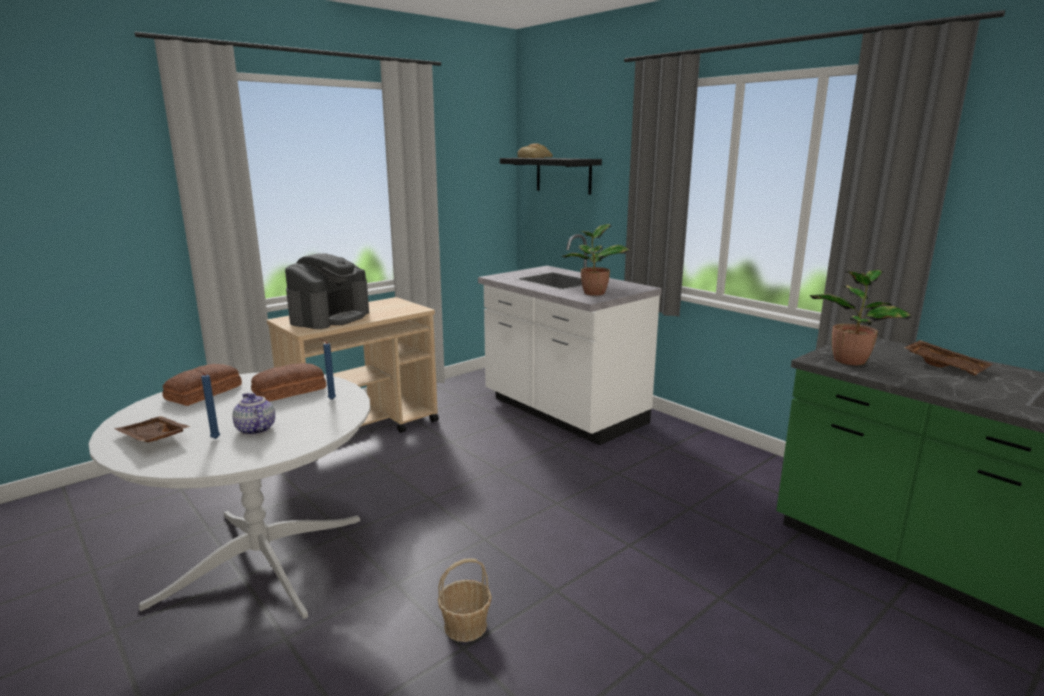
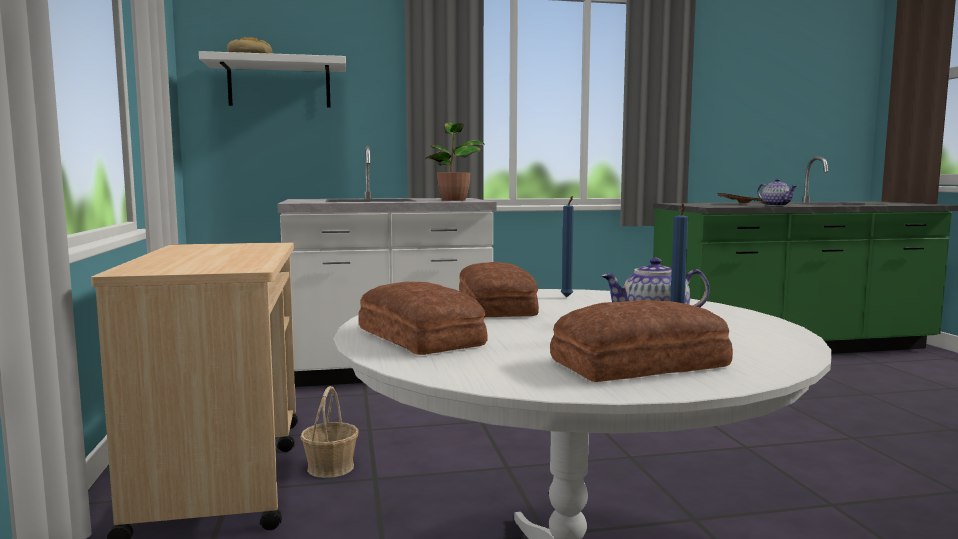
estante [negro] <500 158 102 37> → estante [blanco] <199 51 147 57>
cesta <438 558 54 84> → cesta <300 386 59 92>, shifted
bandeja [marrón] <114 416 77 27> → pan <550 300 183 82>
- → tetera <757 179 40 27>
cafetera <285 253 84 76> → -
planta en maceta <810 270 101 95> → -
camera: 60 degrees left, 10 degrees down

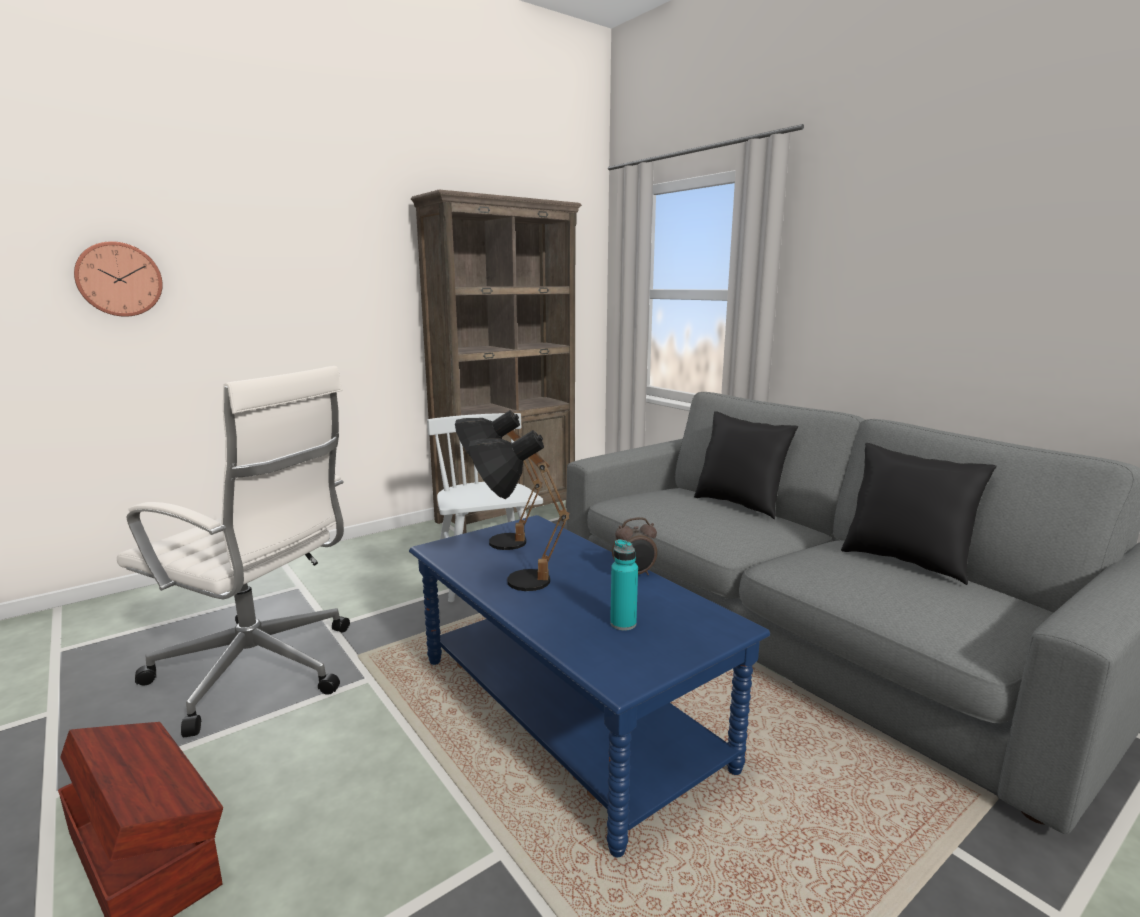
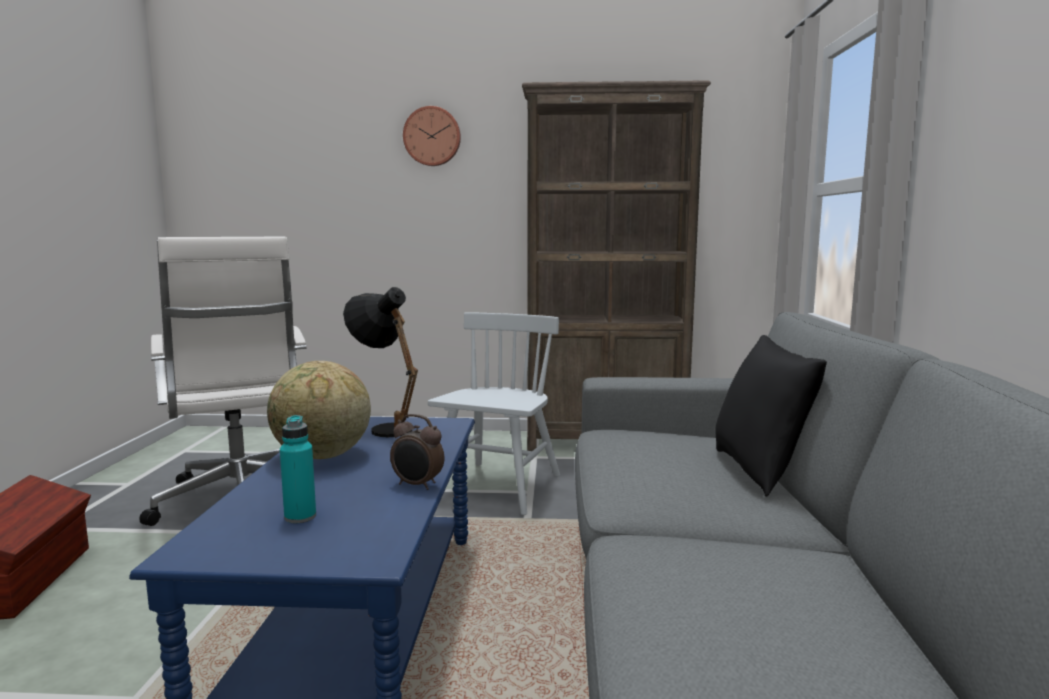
lámpara de mesa [negro] <469 430 101 161> → globo terráqueo <267 361 104 98>
reloj de pared <74 241 89 76> → reloj de pared <403 106 58 60>, shifted
cojín [negro] <841 443 156 142> → -
camera: 40 degrees right, 5 degrees down

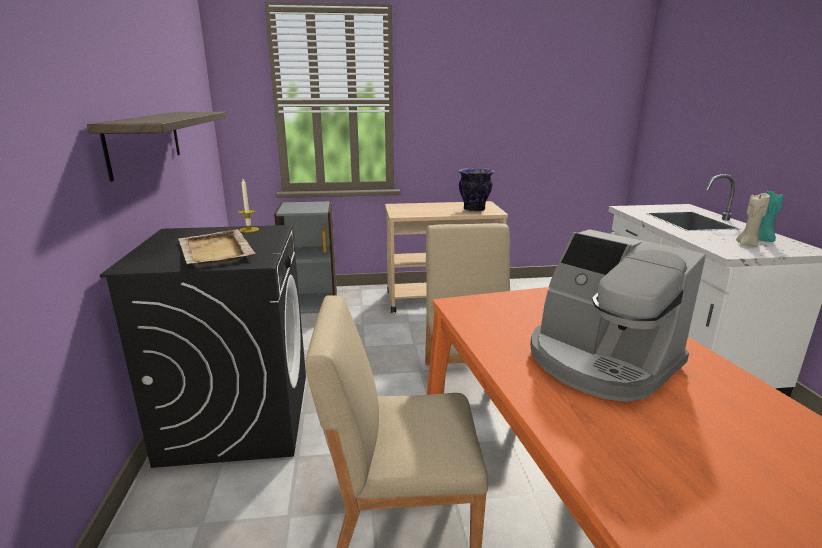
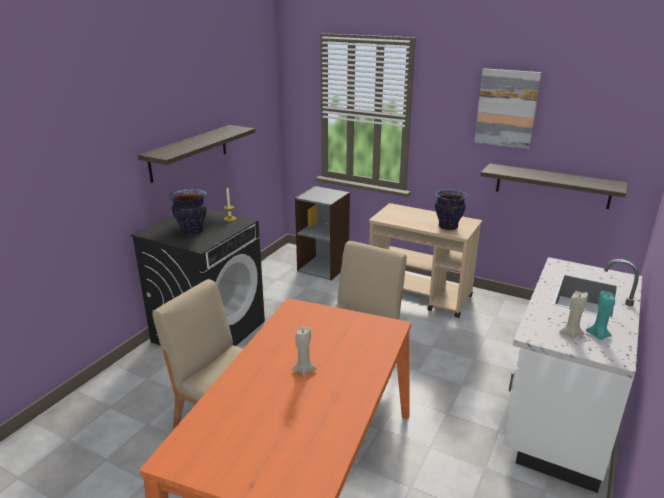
bandeja [beis] <179 229 77 36> → florero <169 189 38 47>
cafetera <530 229 176 173> → vela [beis] <292 326 25 50>
- → cuadro <474 68 68 81>
- → estante <481 163 147 46>
camera: 35 degrees right, 5 degrees up

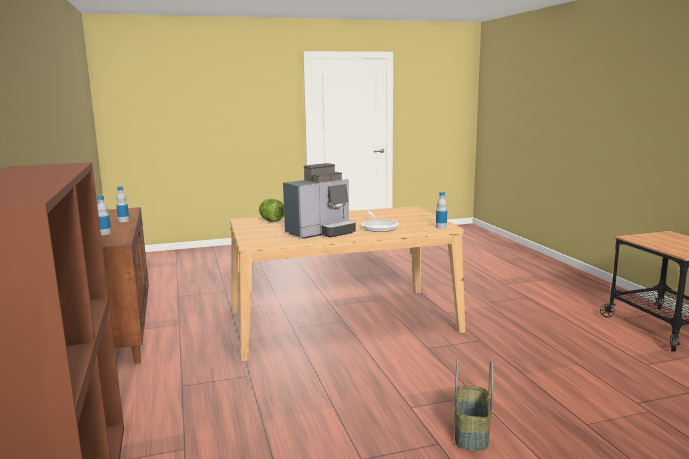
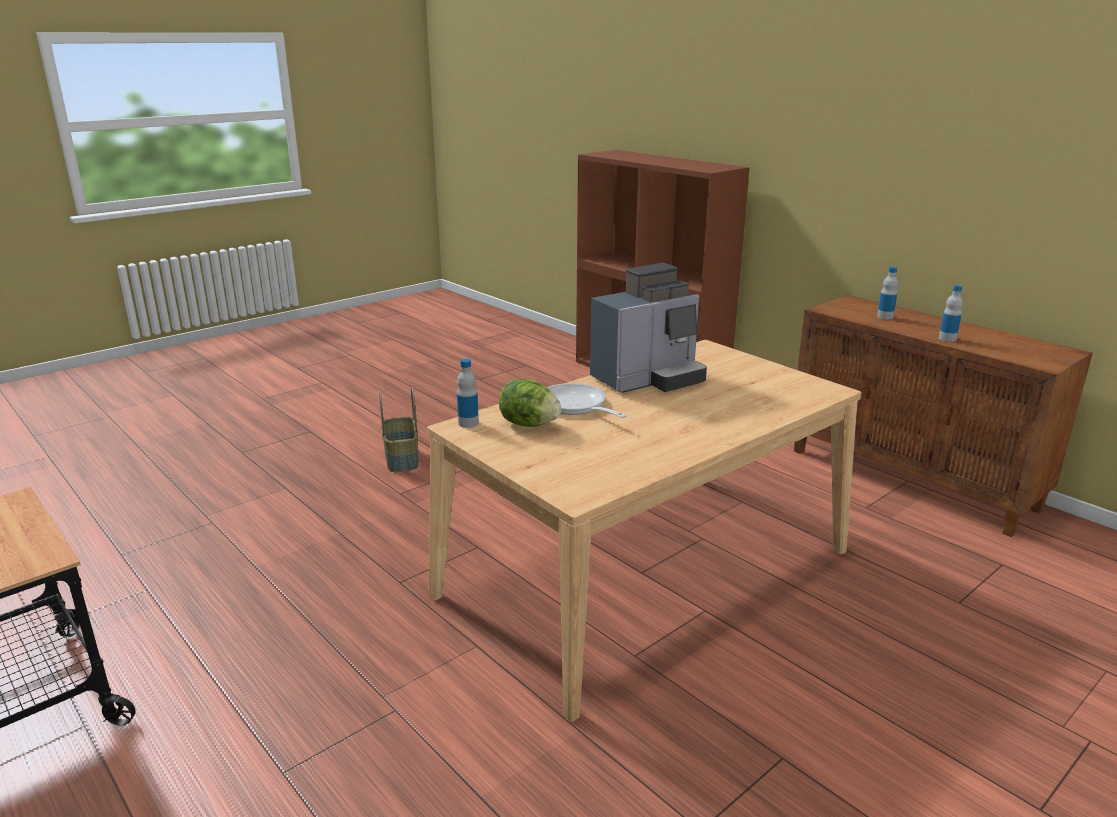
lechuga <259 199 25 23> → lechuga <499 379 62 48>, shifted
cafetera <283 163 73 76> → cafetera <590 263 117 130>, 150 degrees counterclockwise
camera: 155 degrees right, 10 degrees up

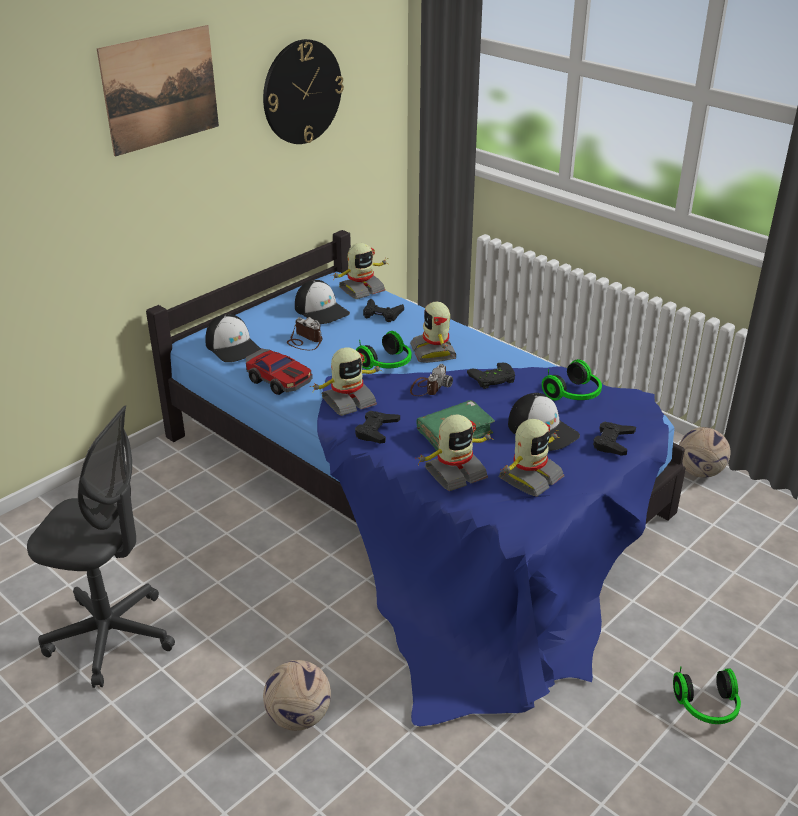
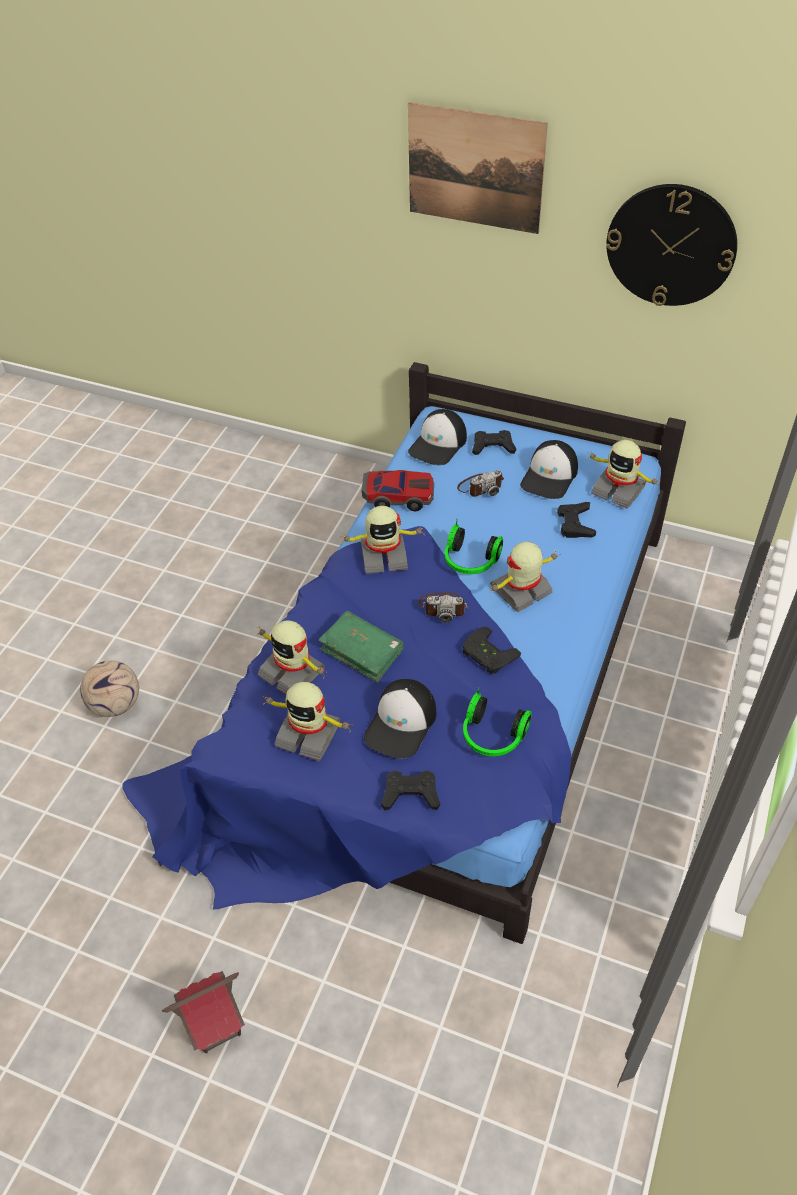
auriculares <673 666 68 58> → casita <162 971 83 82>
robot de juguete <310 347 73 69> → robot de juguete <340 506 84 68>, 45 degrees counterclockwise
coche de juguete <246 349 67 46> → coche de juguete <362 470 72 41>, 105 degrees counterclockwise
cámara <287 317 36 33> → cámara <457 470 47 27>, 45 degrees clockwise
mando de consola [negro] <355 411 45 32> → mando de consola [negro] <472 430 44 25>, shifted
silla de oficina [gris] <27 406 148 282> → -
balón de fútbol <679 427 51 51> → -
camera: 70 degrees right, 15 degrees up

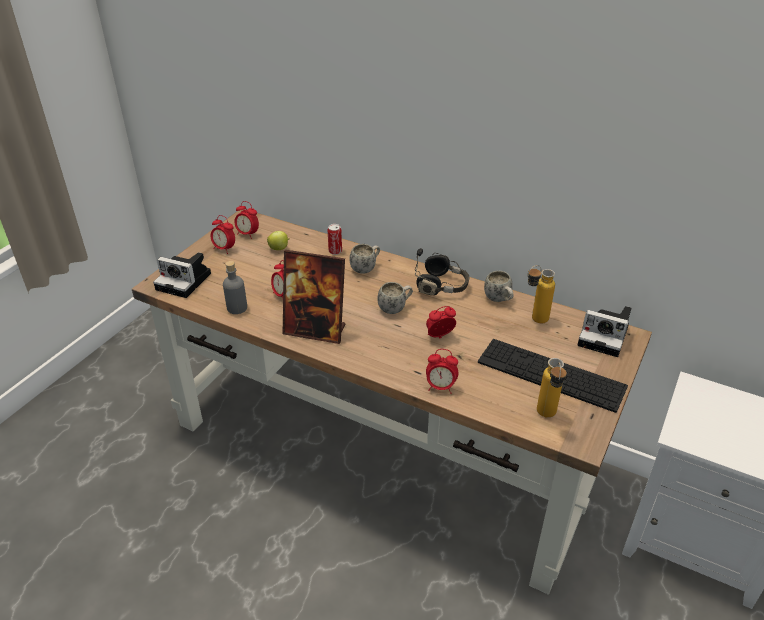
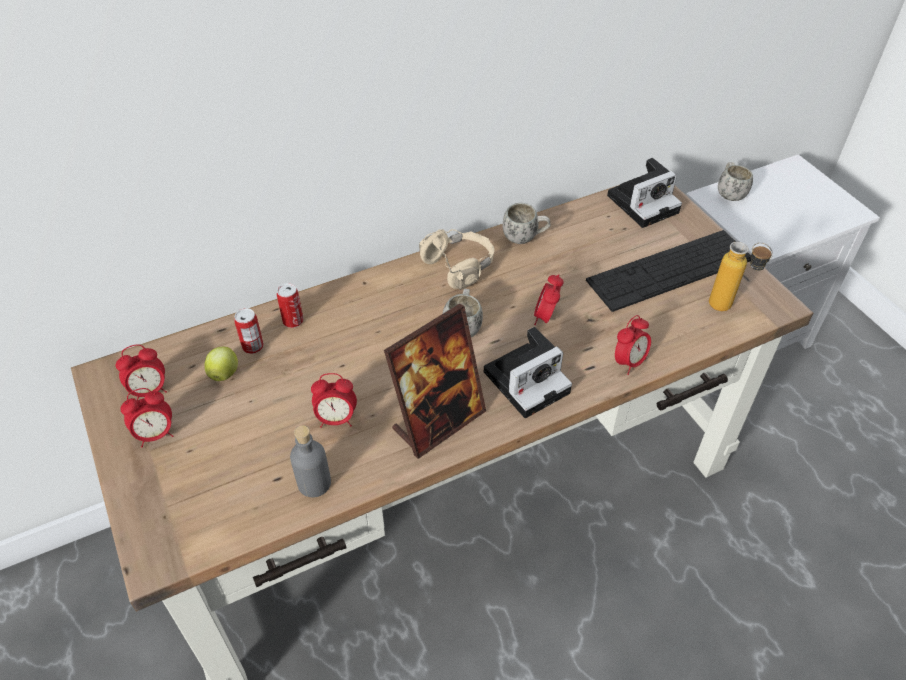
- → lata <234 308 30 46>
auriculares [negro] <415 248 55 47> → auriculares [beis] <419 229 76 61>
cámara <153 252 58 46> → cámara <484 327 88 91>, shifted
taza grande [blanco] <350 244 30 30> → taza grande [blanco] <718 162 35 39>, shifted
botella <528 265 27 58> → -
camera: 55 degrees left, 10 degrees up

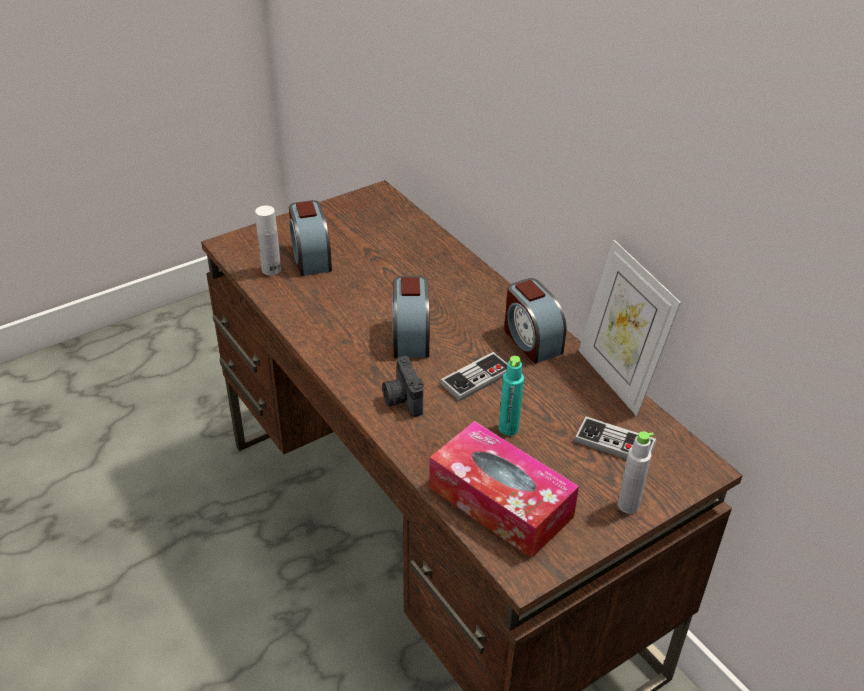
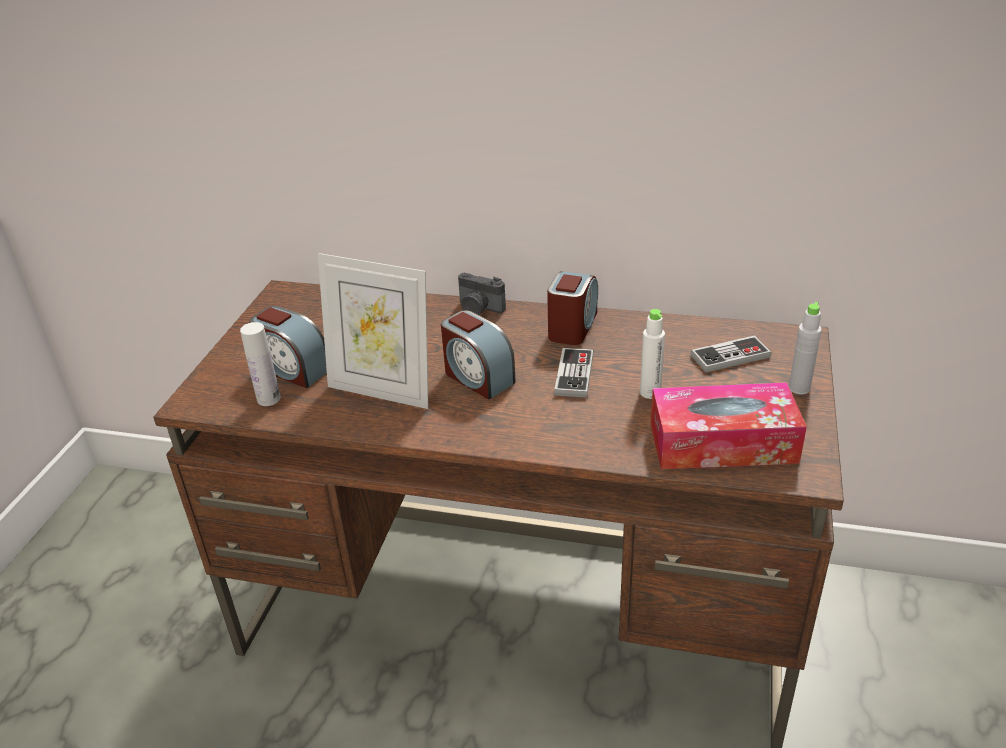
portarretratos <578 240 103 176> → portarretratos <318 253 111 156>, shifted
cámara <382 356 42 61> → cámara <458 273 48 42>, shifted
despertador <504 278 63 86> → despertador <547 271 51 74>, 90 degrees counterclockwise
botella [turquesa] <499 356 25 80> → botella [blanco] <640 309 25 90>
camera: 40 degrees left, 5 degrees down

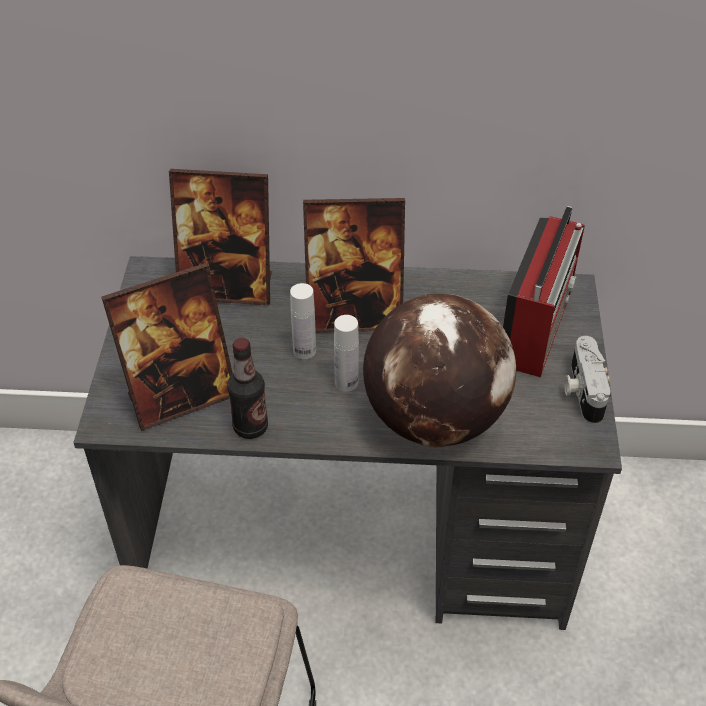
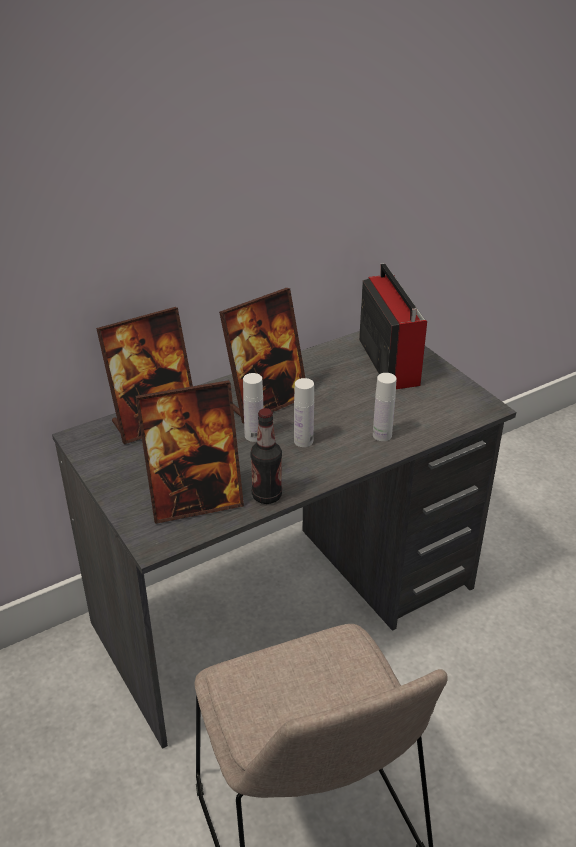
portarretratos <102 263 131 168> → portarretratos <135 380 109 144>, 45 degrees clockwise
globo terráqueo <363 293 153 154> → botella [blanco] <373 373 24 68>
cámara <564 336 47 89> → -
camera: 35 degrees left, 10 degrees down

